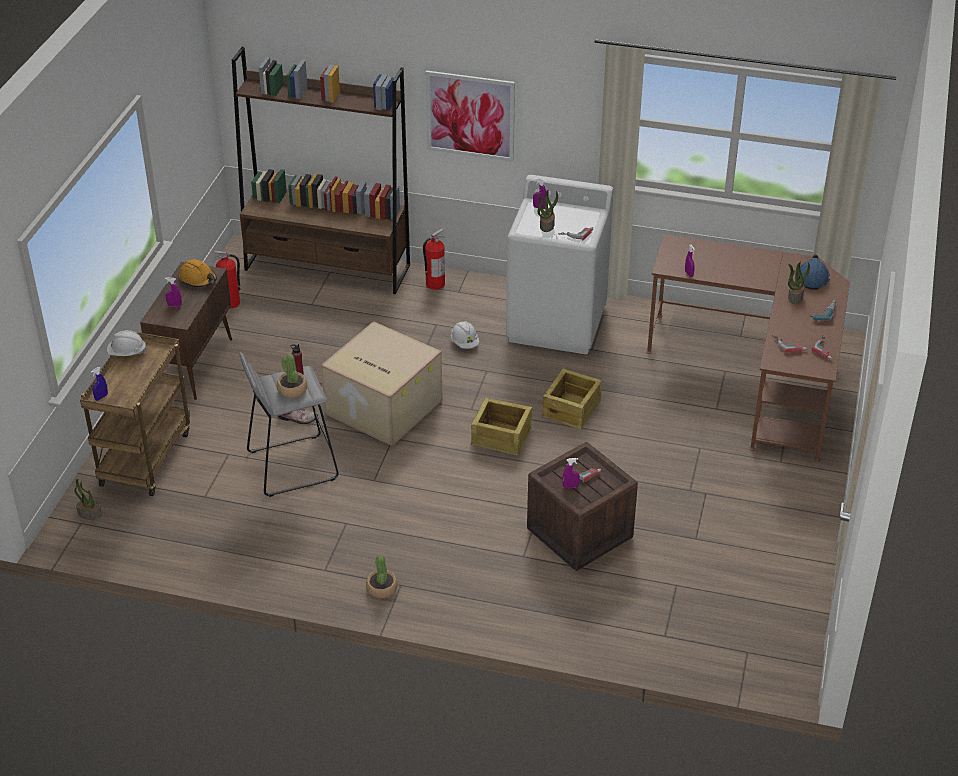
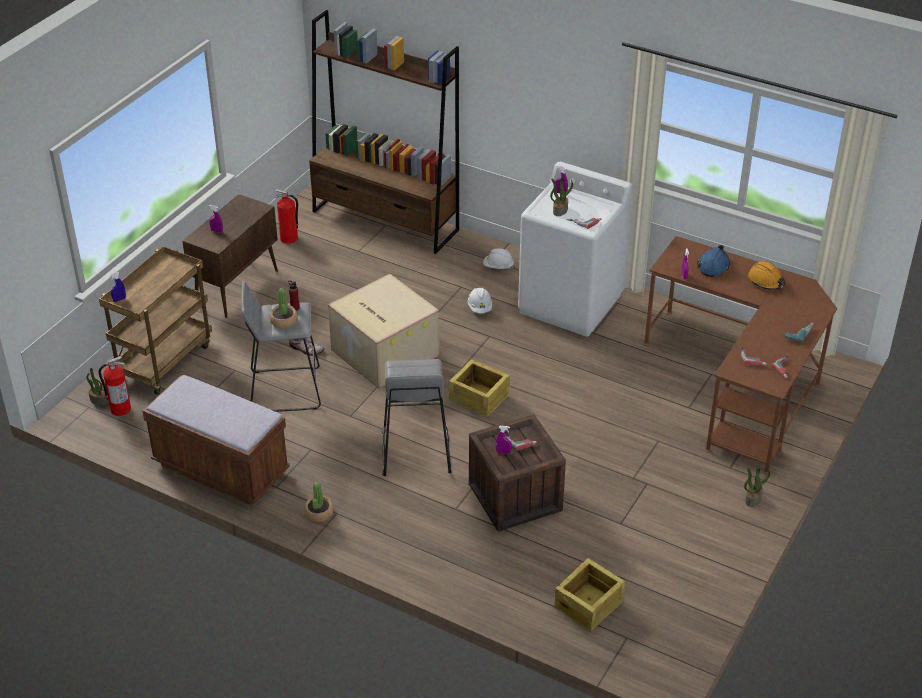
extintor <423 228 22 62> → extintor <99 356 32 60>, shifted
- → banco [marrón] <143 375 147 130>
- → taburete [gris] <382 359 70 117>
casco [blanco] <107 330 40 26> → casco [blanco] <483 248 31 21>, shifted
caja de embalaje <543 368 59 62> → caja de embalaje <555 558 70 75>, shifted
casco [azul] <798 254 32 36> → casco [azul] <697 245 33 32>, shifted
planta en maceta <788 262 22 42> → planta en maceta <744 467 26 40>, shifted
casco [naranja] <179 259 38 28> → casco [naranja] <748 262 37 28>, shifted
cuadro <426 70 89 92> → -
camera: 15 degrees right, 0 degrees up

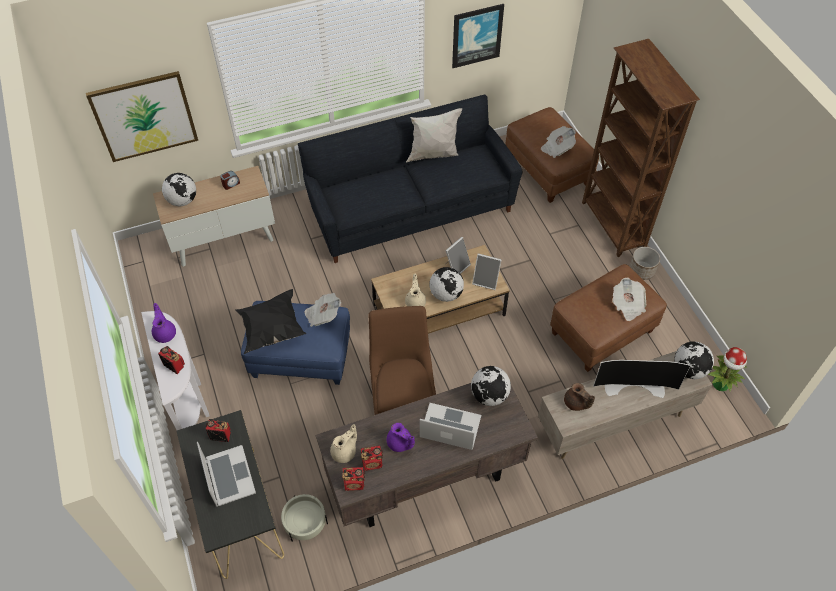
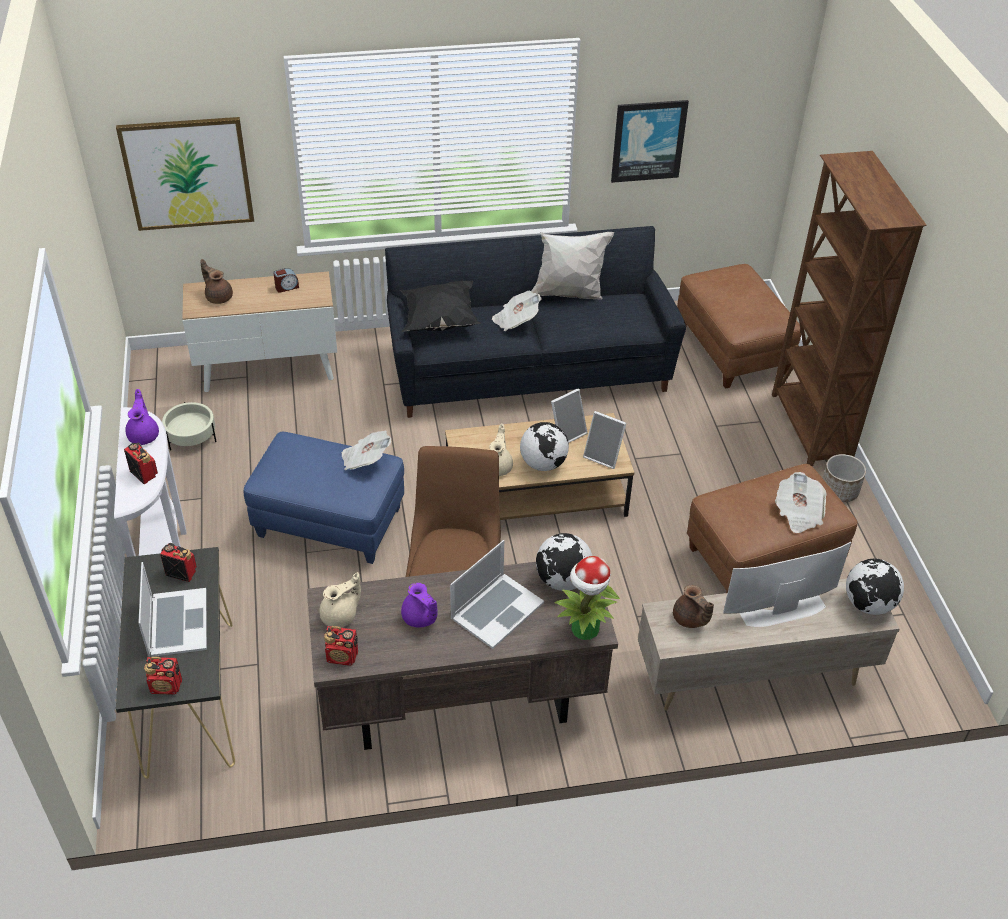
radio <361 446 22 25> → radio <144 656 38 39>, shifted
maceta [beis] <281 494 47 47> → maceta [beis] <162 402 55 49>, shifted
globo terráqueo <162 173 34 33> → tetera [marrón] <200 259 33 45>
cojín [negro] <236 289 70 65> → cojín [negro] <400 281 81 51>, shifted
portátil <420 403 61 47> → portátil <450 540 94 109>, 105 degrees clockwise
periódico <541 126 35 32> → periódico <492 291 50 40>, shifted
planta en maceta <708 347 39 45> → planta en maceta <555 556 65 84>, shifted
televisor <593 360 98 38> → televisor <723 542 128 85>, 150 degrees clockwise
camera: 10 degrees right, 10 degrees down

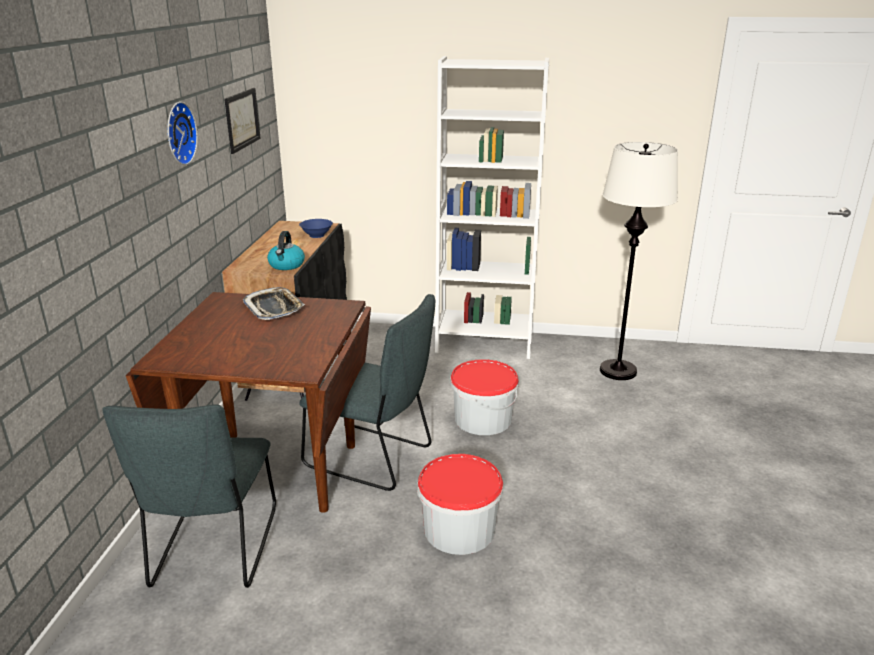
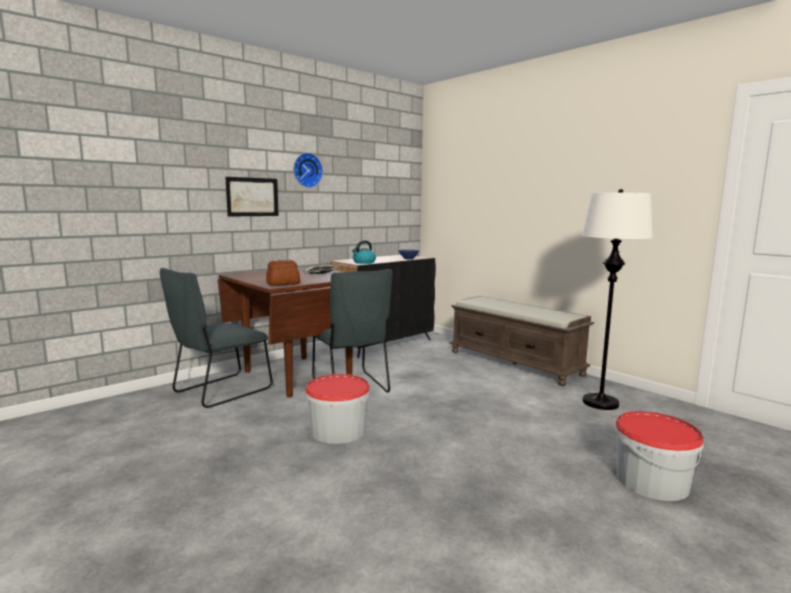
cuadro <224 88 37 66> → cuadro <225 177 54 40>, shifted
- → pan <266 260 34 26>
estantería [blanco] <435 56 114 303> → banco [marrón] <450 296 144 90>
cubo <450 359 69 76> → cubo <615 411 89 90>, shifted
camera: 40 degrees right, 15 degrees down

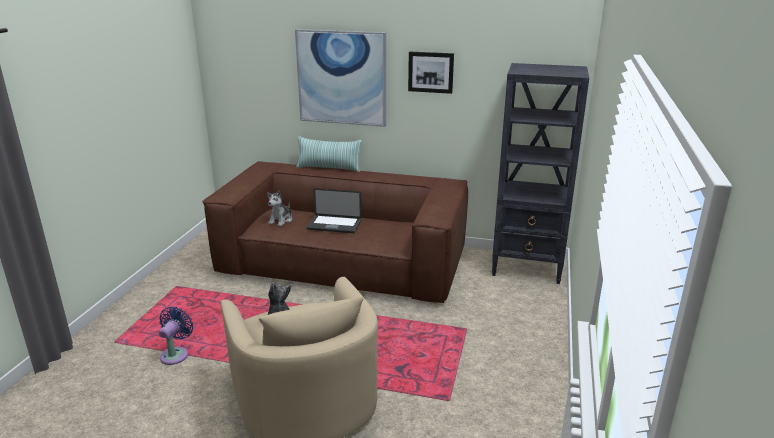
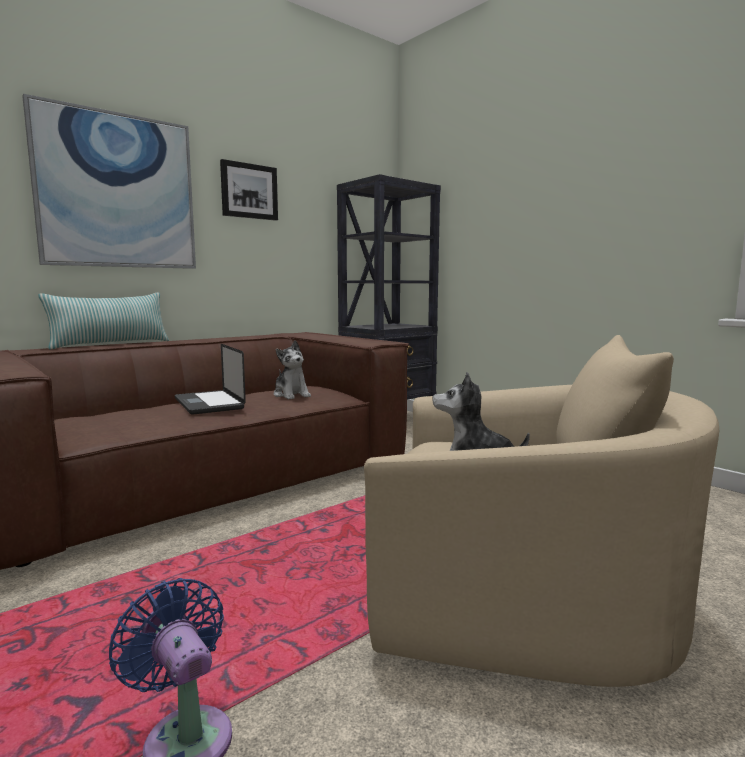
portátil <306 188 56 45> → portátil <175 344 71 71>, 105 degrees clockwise
peluche <267 190 25 36> → peluche <274 340 37 59>, shifted
camera: 55 degrees left, 15 degrees down

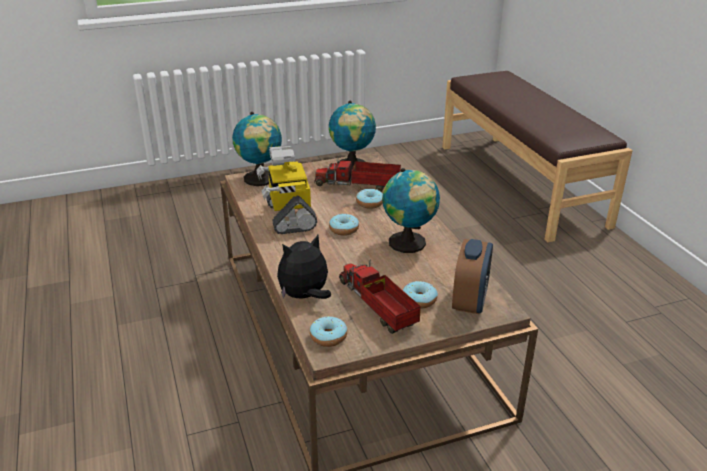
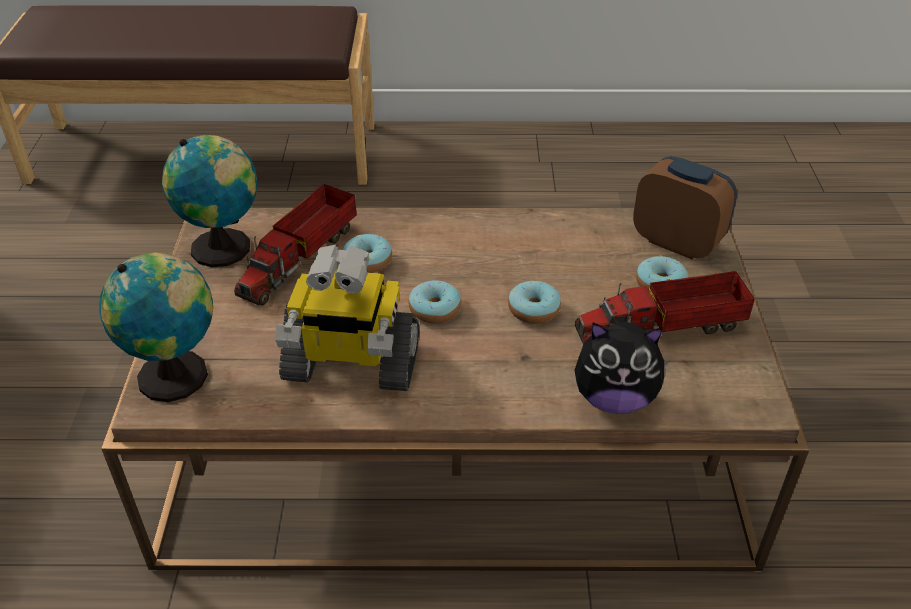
rosquilla <310 316 37 31> → rosquilla <508 281 53 43>, shifted
peluche <277 235 54 64> → peluche <574 322 96 92>, 75 degrees counterclockwise
globo terráqueo <382 168 58 85> → -
camera: 70 degrees left, 10 degrees up

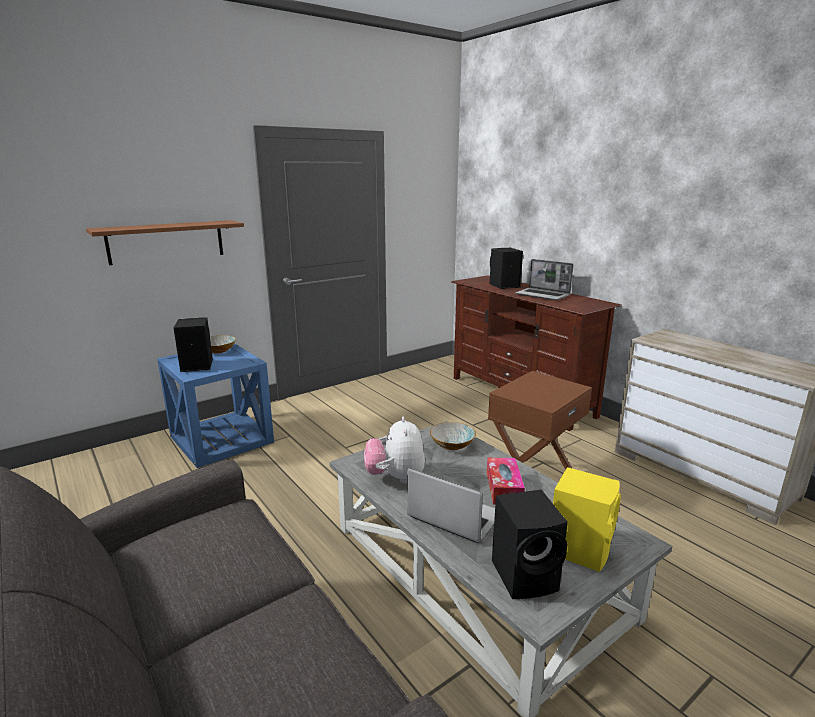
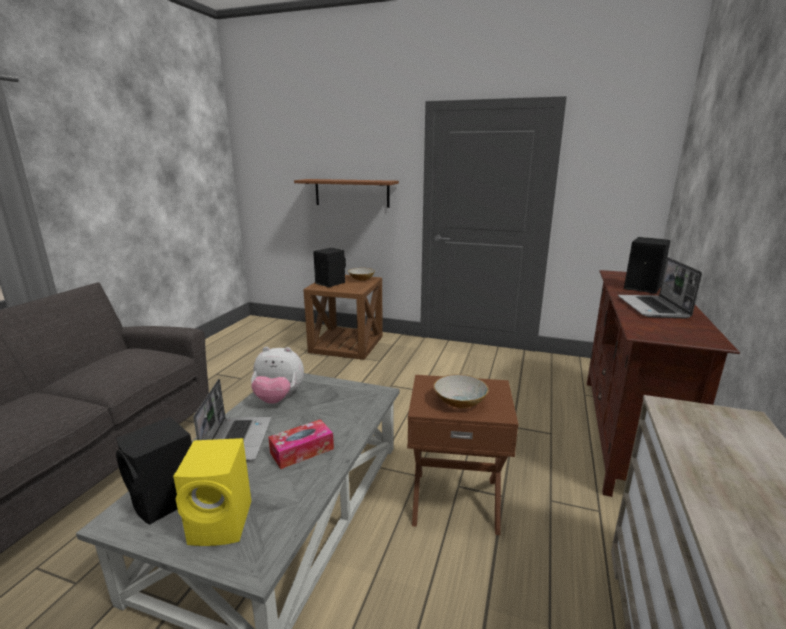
peluche <364 417 61 67> → peluche <251 347 53 57>, 135 degrees counterclockwise
mesa auxiliar [azul] <157 343 117 125> → mesa auxiliar [marrón] <303 275 80 85>
cuenco <430 422 46 28> → cuenco <434 374 55 34>, shifted
camera: 55 degrees right, 0 degrees up

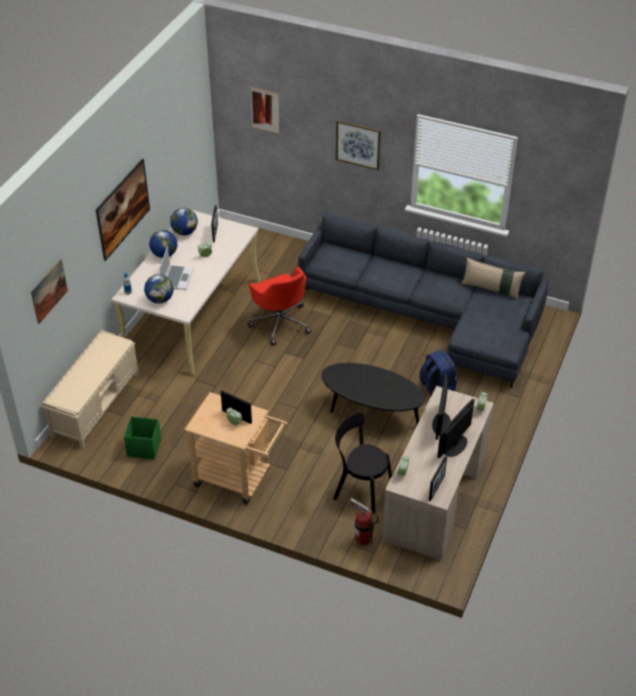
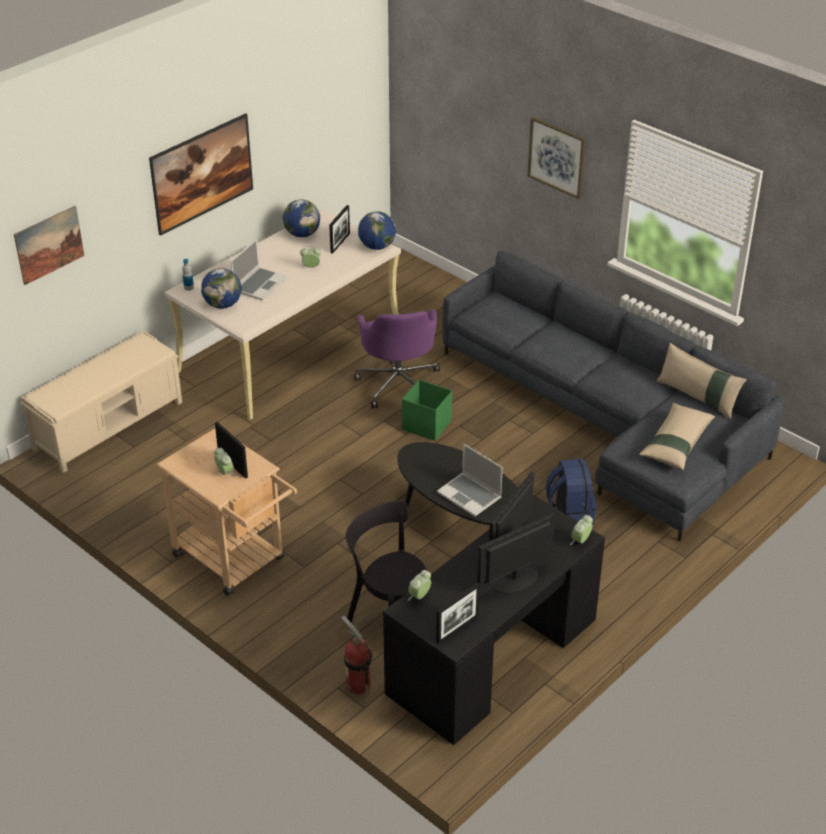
silla de oficina [rojo] <248 267 63 79> → silla de oficina [morado] <354 309 86 100>
globo terráqueo <149 230 28 28> → globo terráqueo <358 211 38 39>, shifted
escritorio [beis] <382 386 112 174> → escritorio [negro] <383 495 222 250>
caja de almacenaje [verde] <124 416 37 43> → caja de almacenaje [verde] <402 380 50 61>, shifted
- → portátil <437 444 66 72>
- → cojín [beis] <639 403 76 67>
cuadro <250 87 29 47> → -
camera: 20 degrees right, 5 degrees down

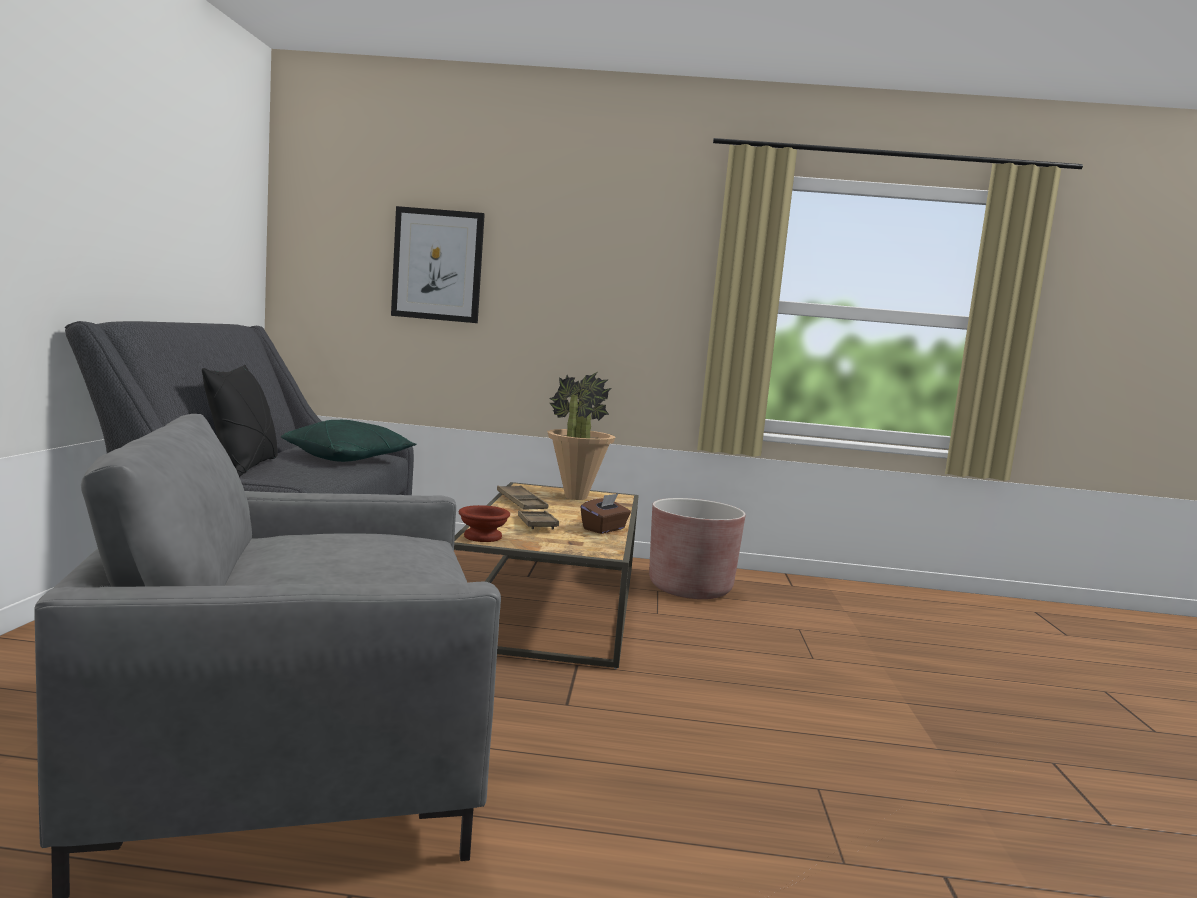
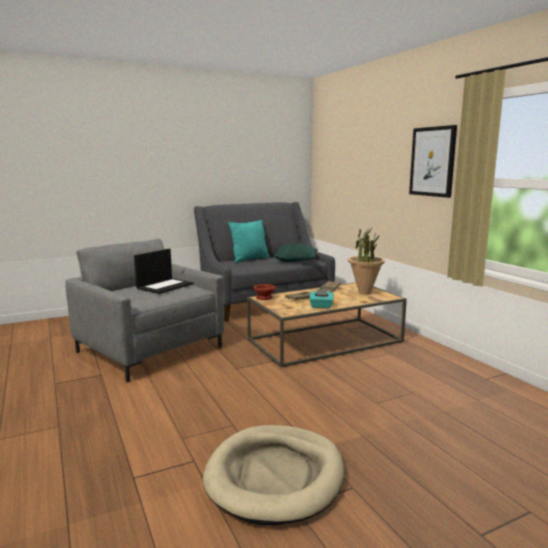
- → portátil <134 249 60 45>
- → cama para perro [beis] <203 425 141 100>
cojín [negro] <202 365 76 112> → cojín [turquesa] <228 220 42 43>
caja de pañuelos [marrón] <581 494 50 40> → caja de pañuelos [turquesa] <309 289 25 19>
cuadro <391 206 94 117> → cuadro <409 125 48 73>, shifted
maceta [marrón] <649 498 97 101> → -
camera: 60 degrees right, 5 degrees up

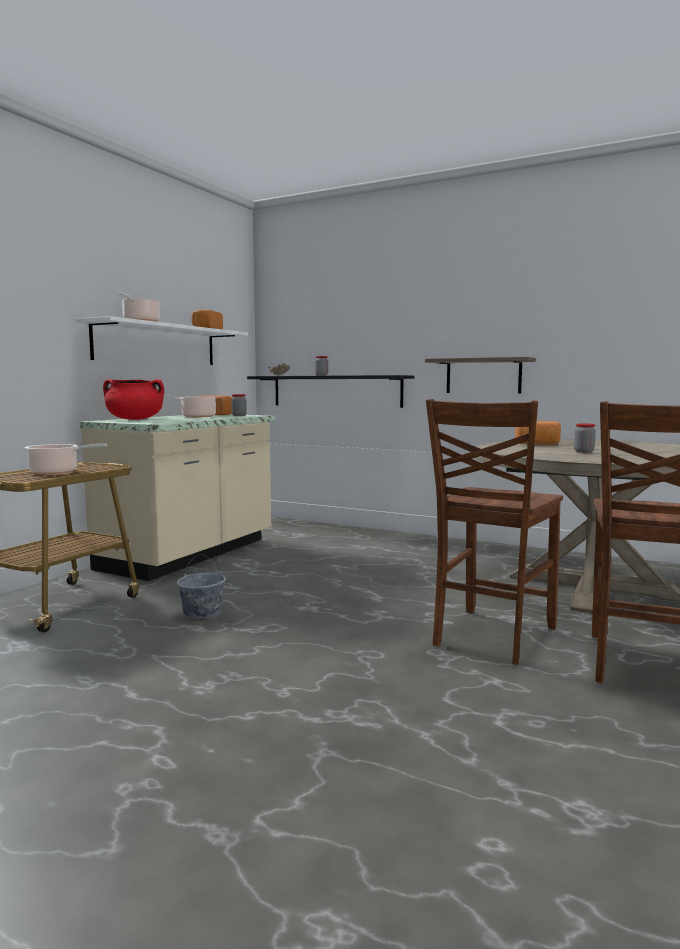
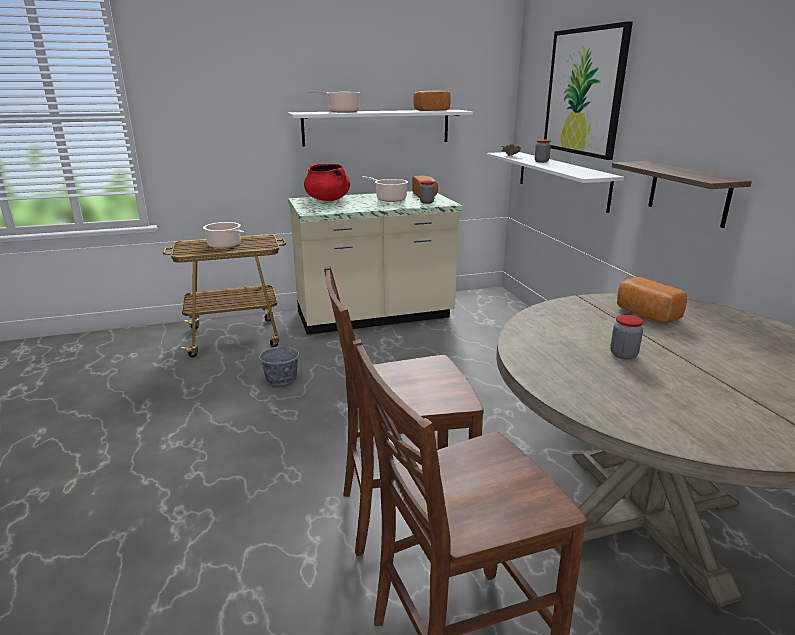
estante [negro] <247 375 168 33> → estante [blanco] <486 152 138 61>
- → cuadro <544 21 89 139>
camera: 45 degrees right, 15 degrees up

